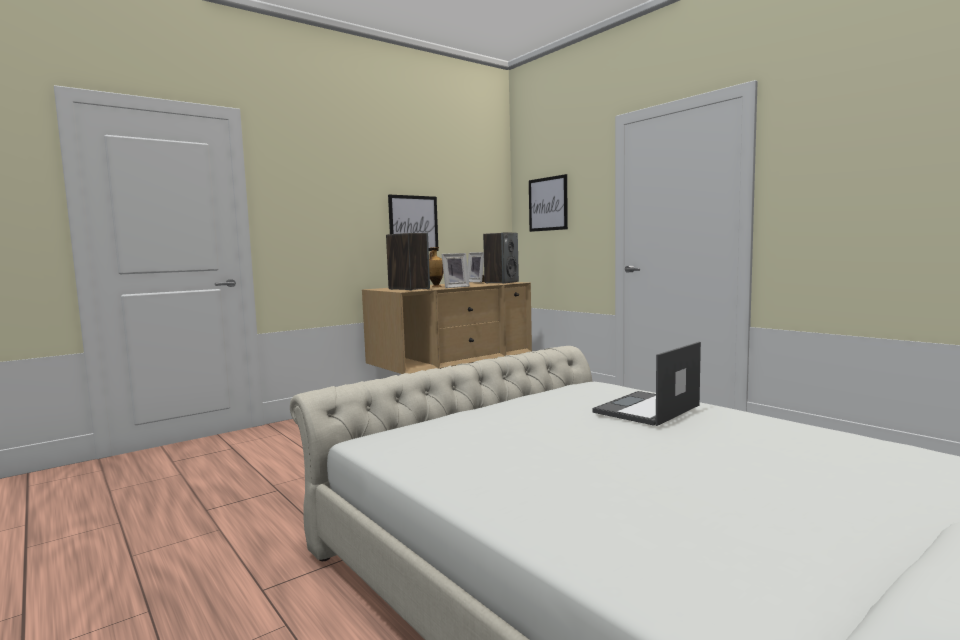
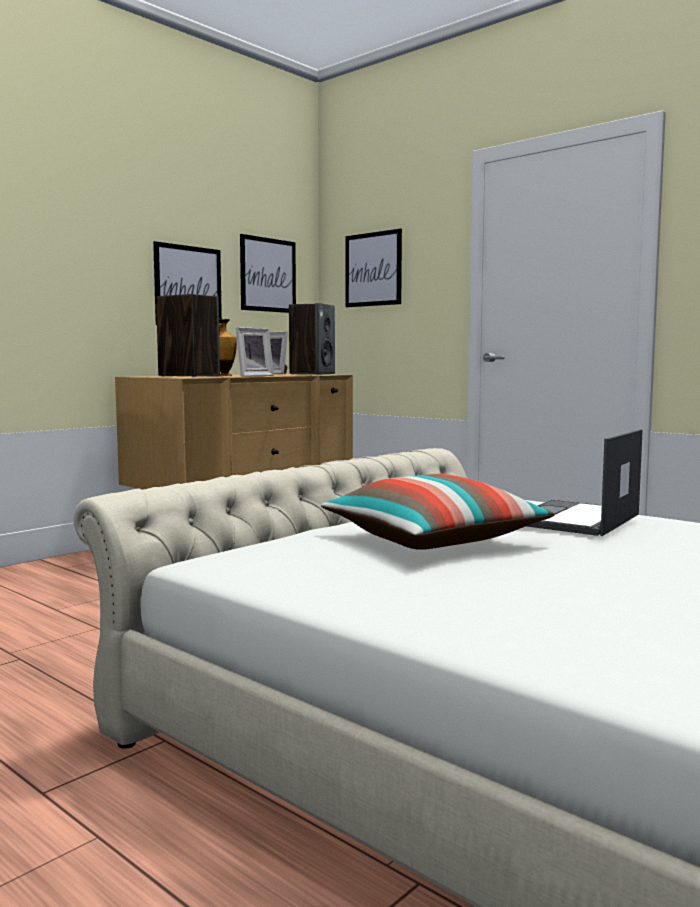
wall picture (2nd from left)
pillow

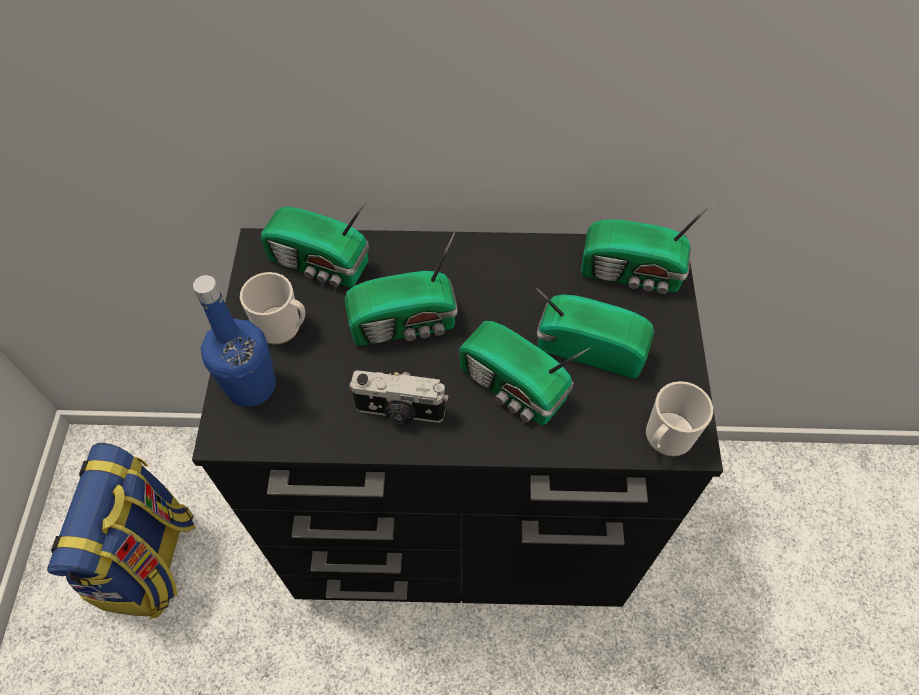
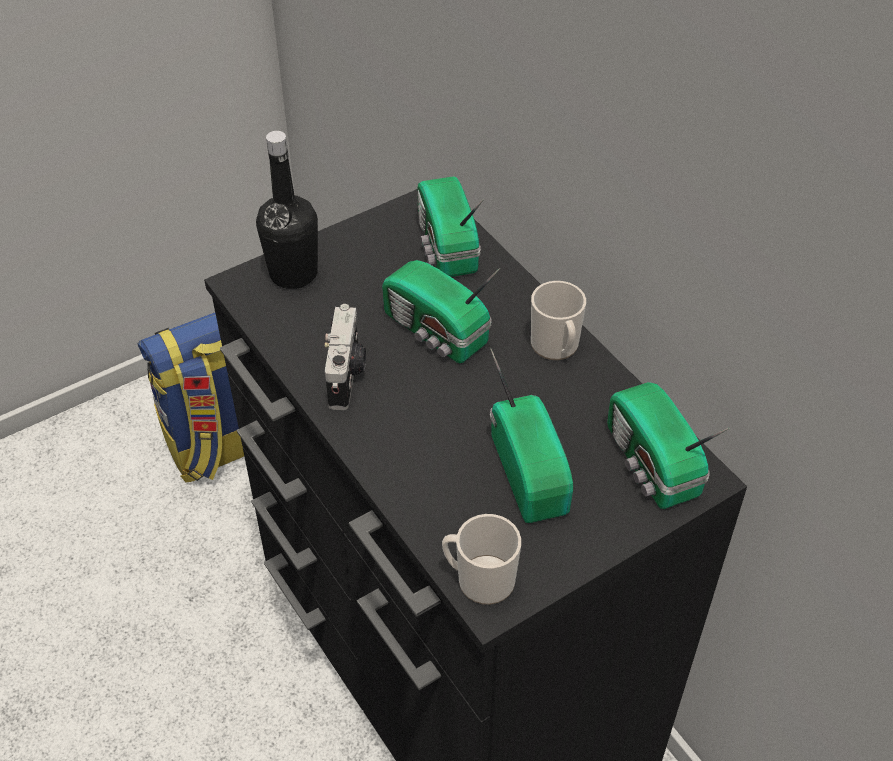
beverage bottle in black
coffee mug (2nd from left)
still camera
radio receiver (3rd from left in the first image)

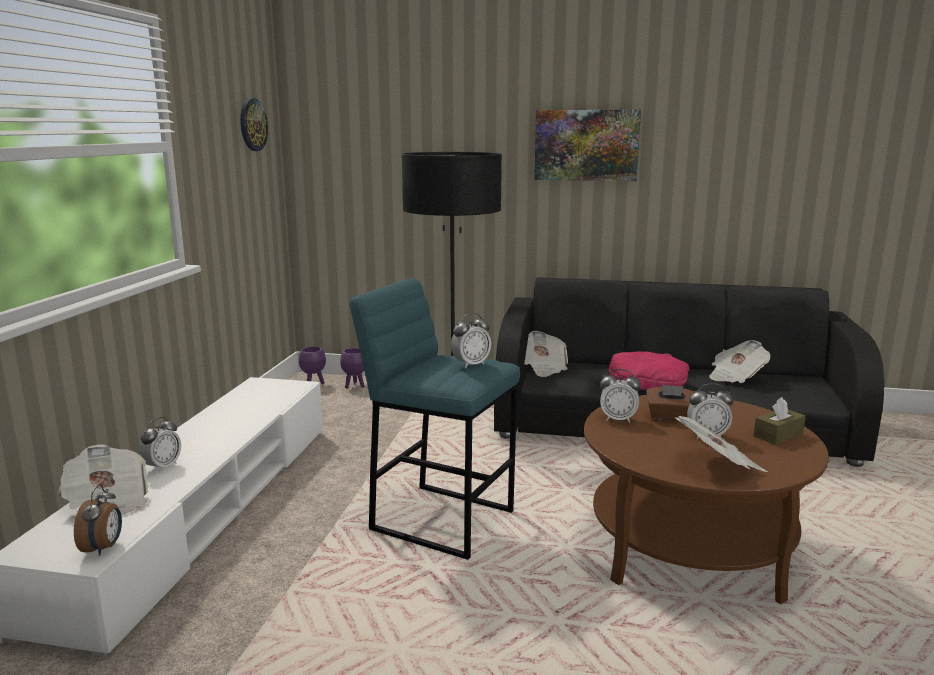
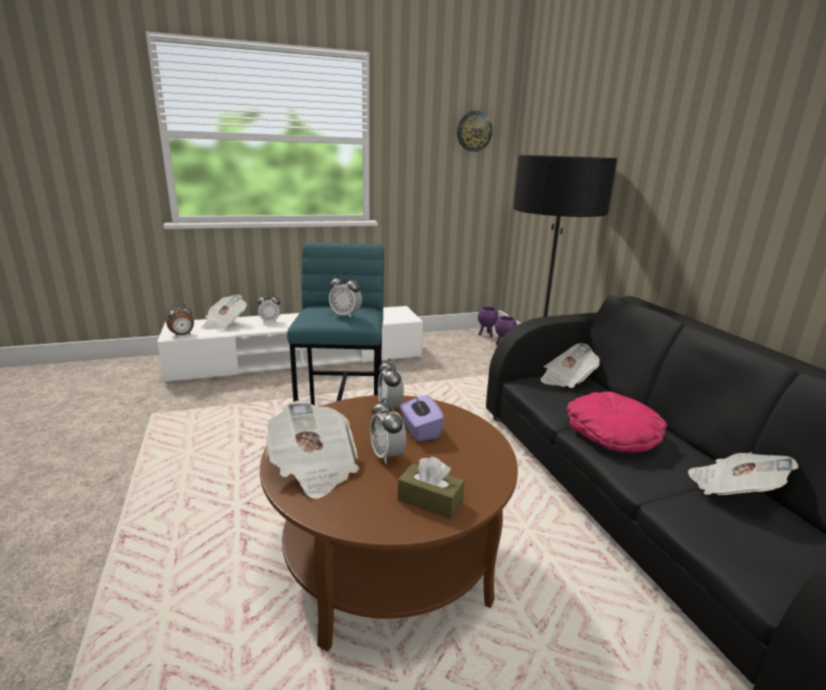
wall picture
box of tissues in purple

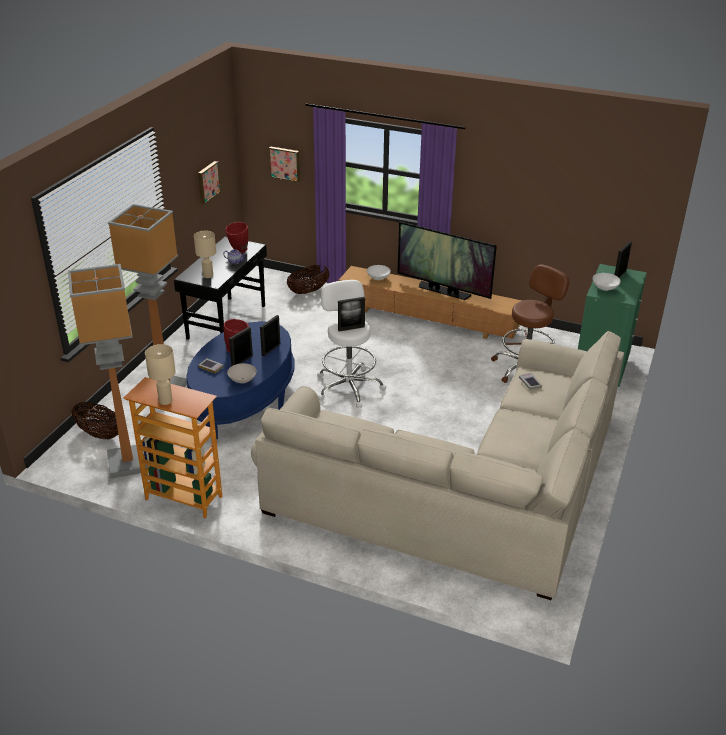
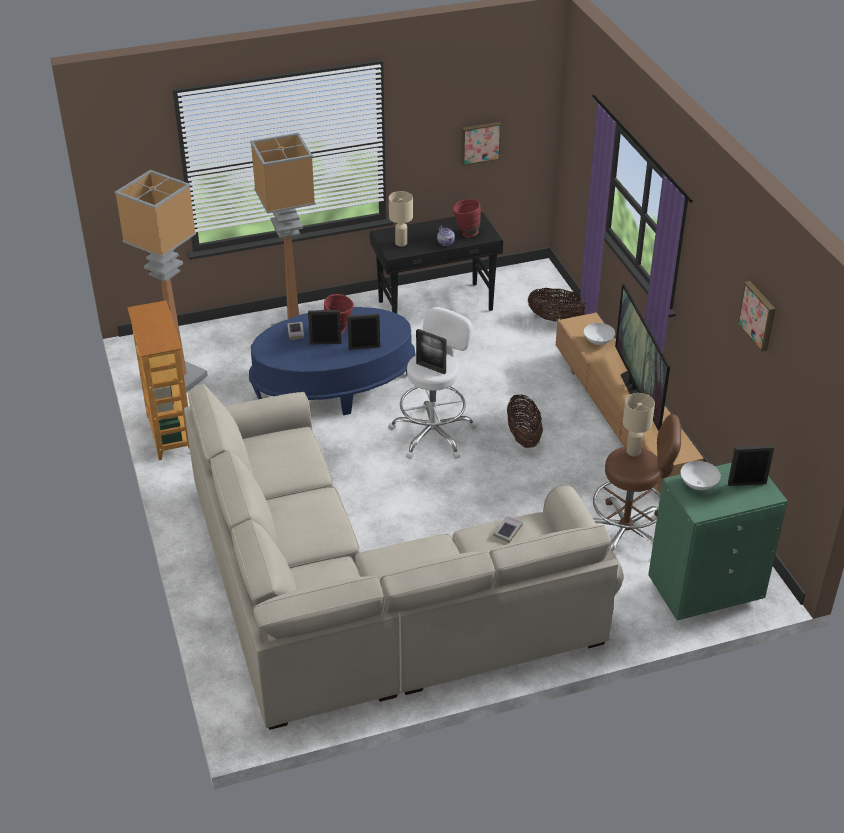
storage basket (1st from left)
table lamp in sand-coloured (2nd from left)
bowl in whitish (1st from left in the first image)
wall picture (2nd from left)

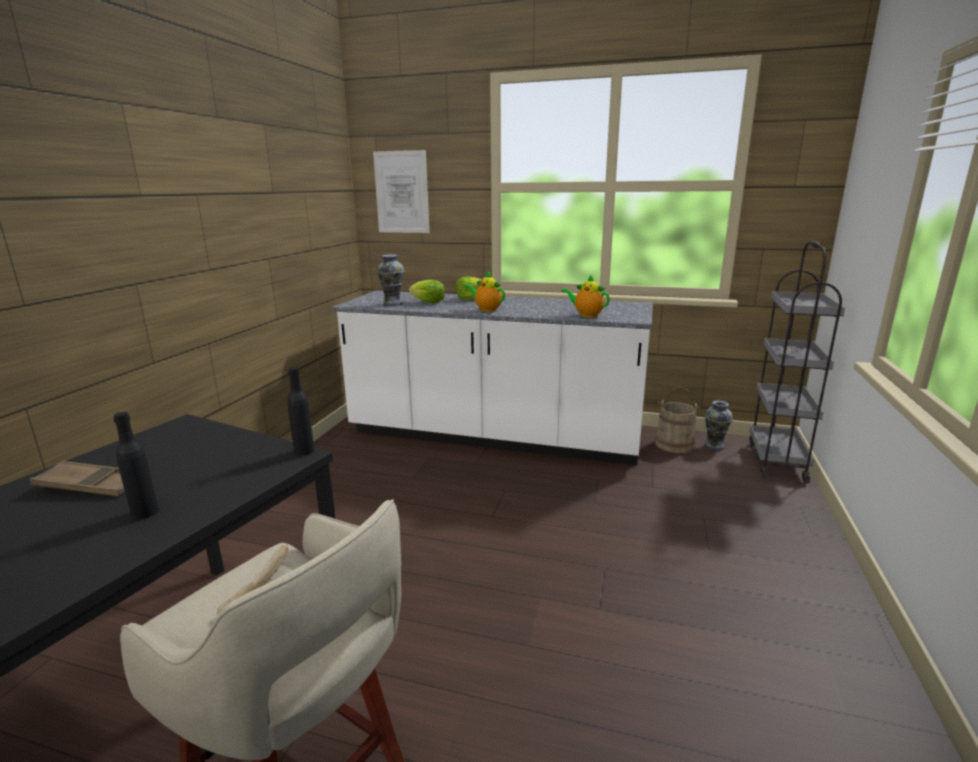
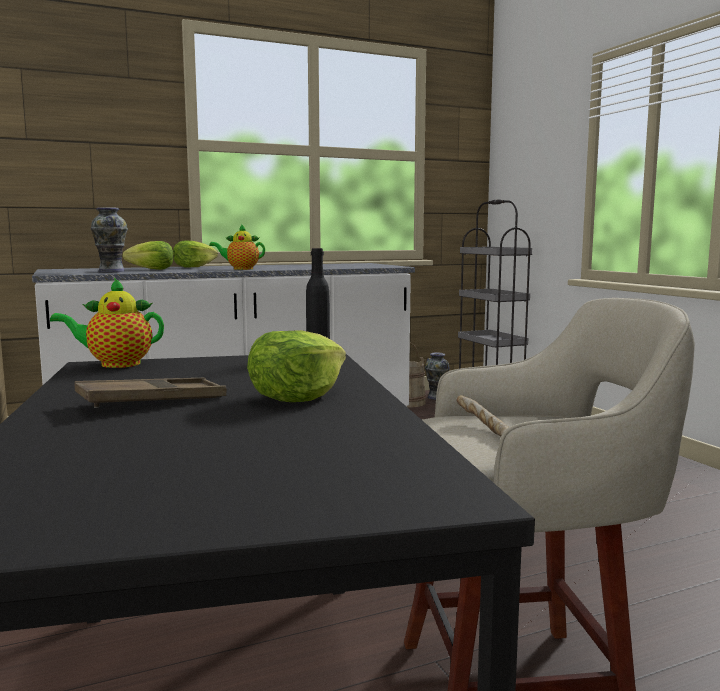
lettuce (3rd from left)
wall picture
tea pot (1st from left)

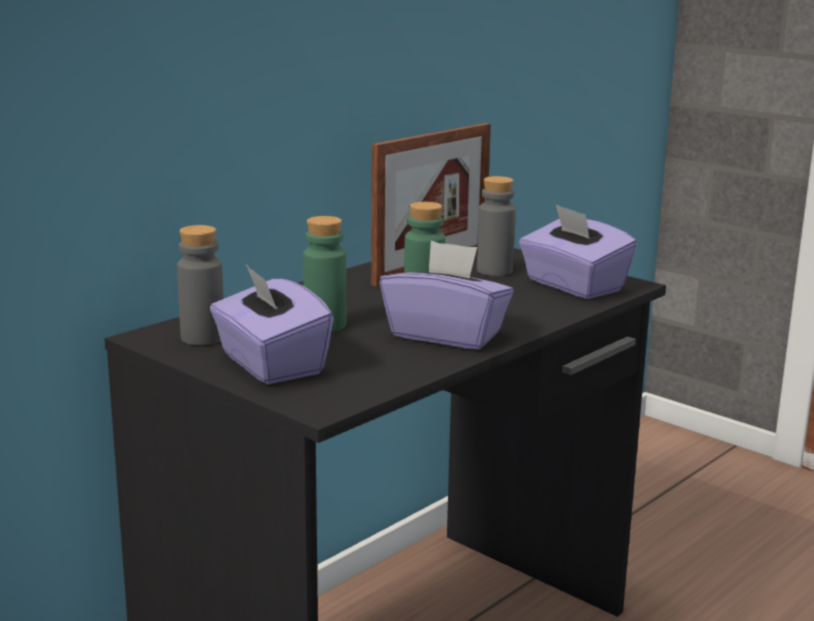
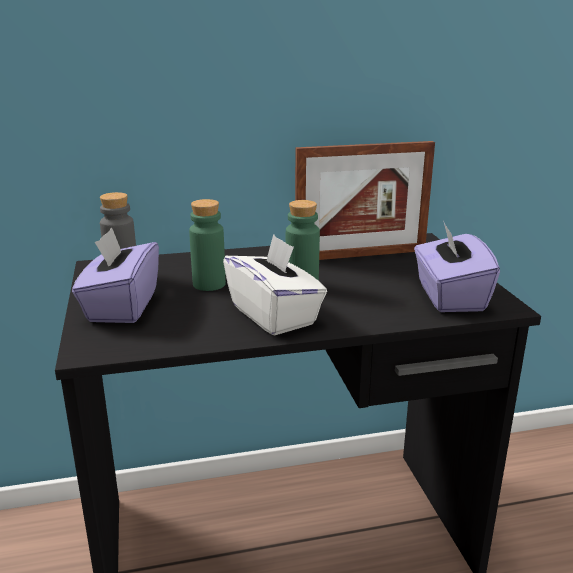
box of tissues in whitish
beverage bottle in grey (2nd from left in the first image)

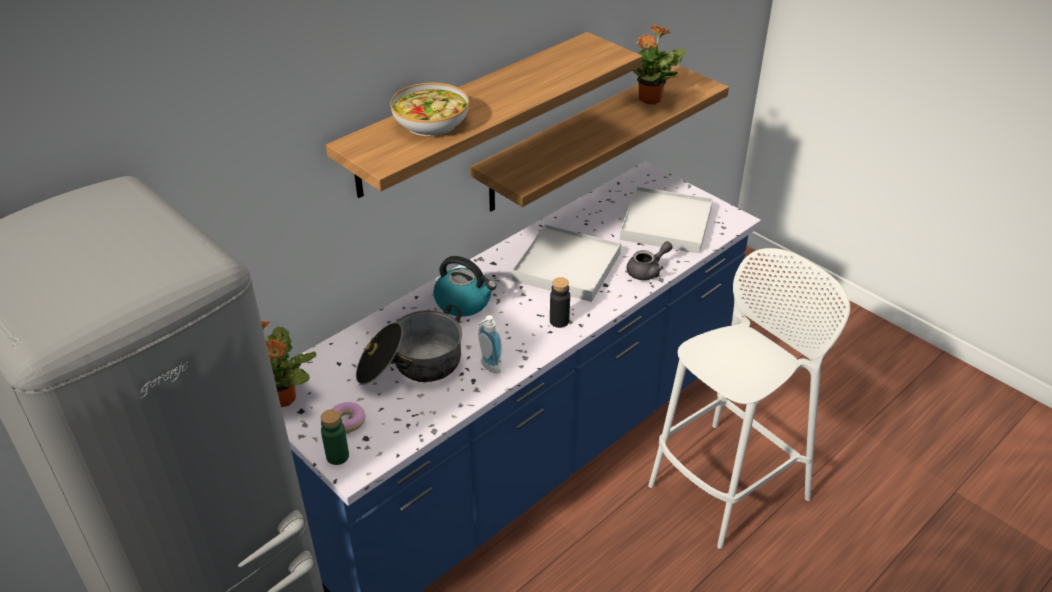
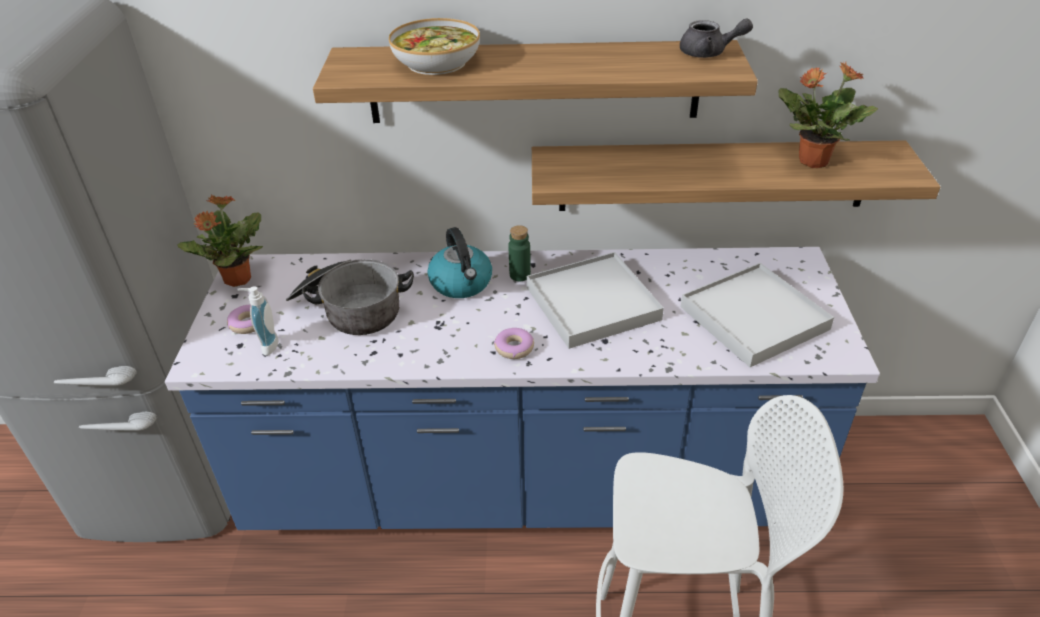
beverage bottle in greenish
liquid soap bottle
ring doughnut (2nd from left)
tea pot in grey

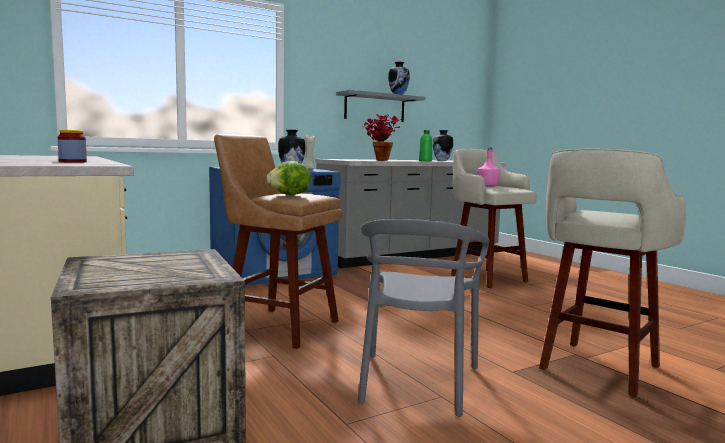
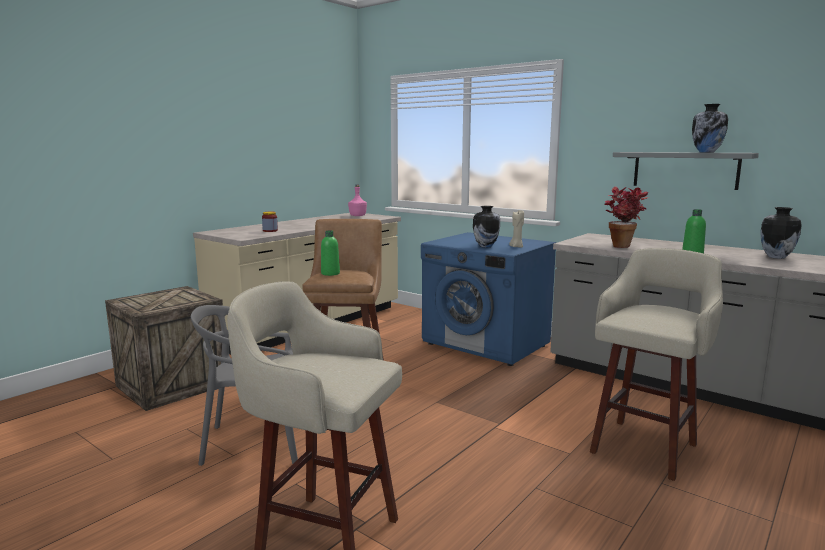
beverage bottle in greenish (1st from left)
beverage bottle in pink-coloured

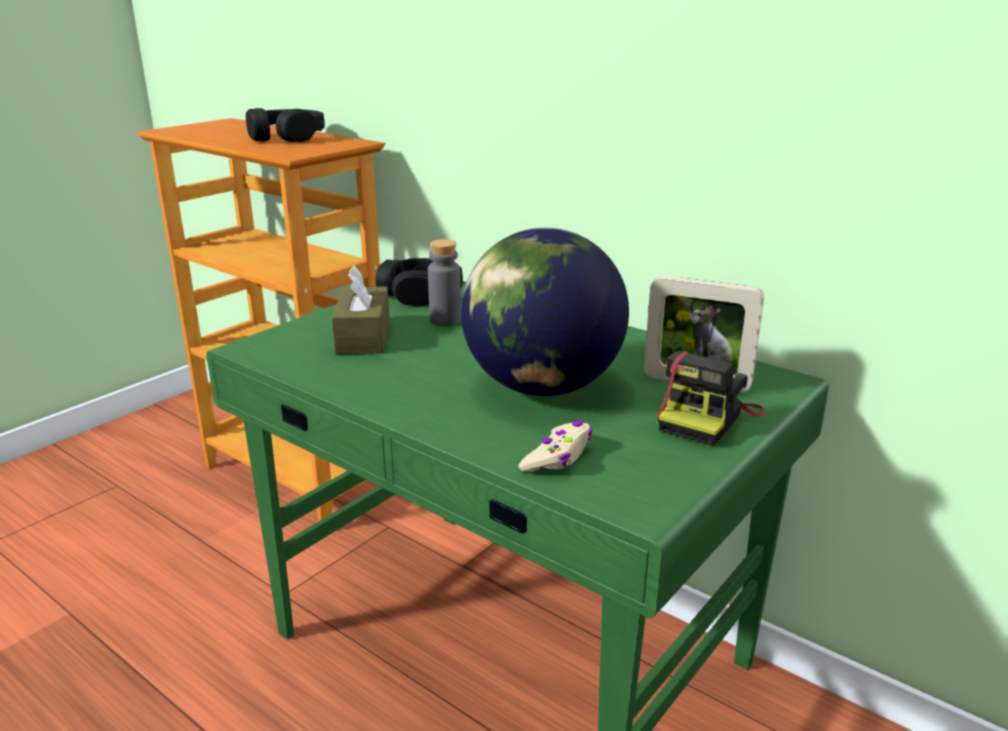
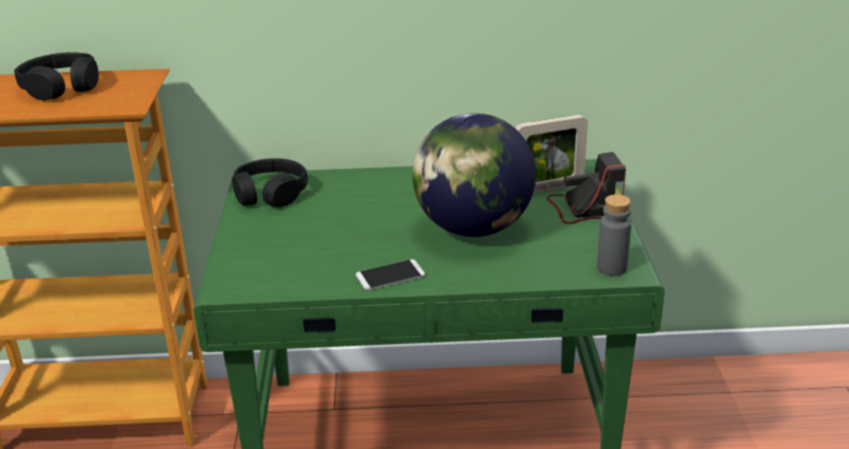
box of tissues in brown
beverage bottle in grey
game controller in sand-coloured
still camera
telephone

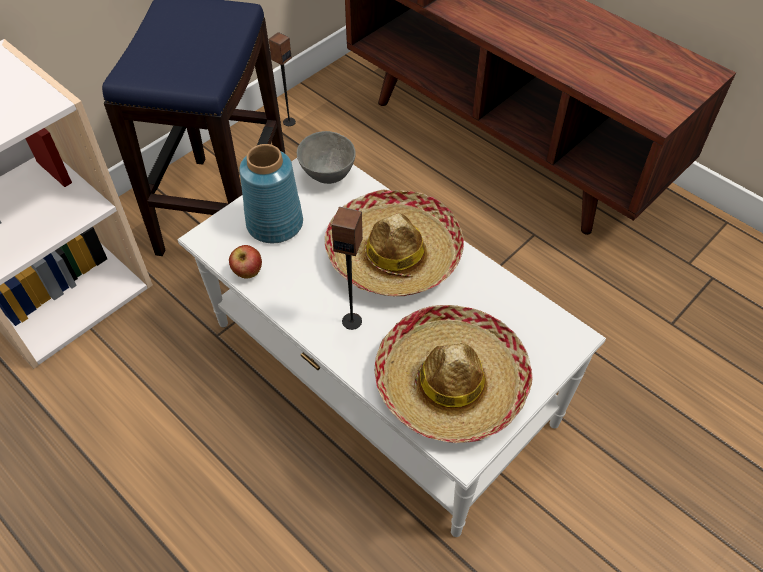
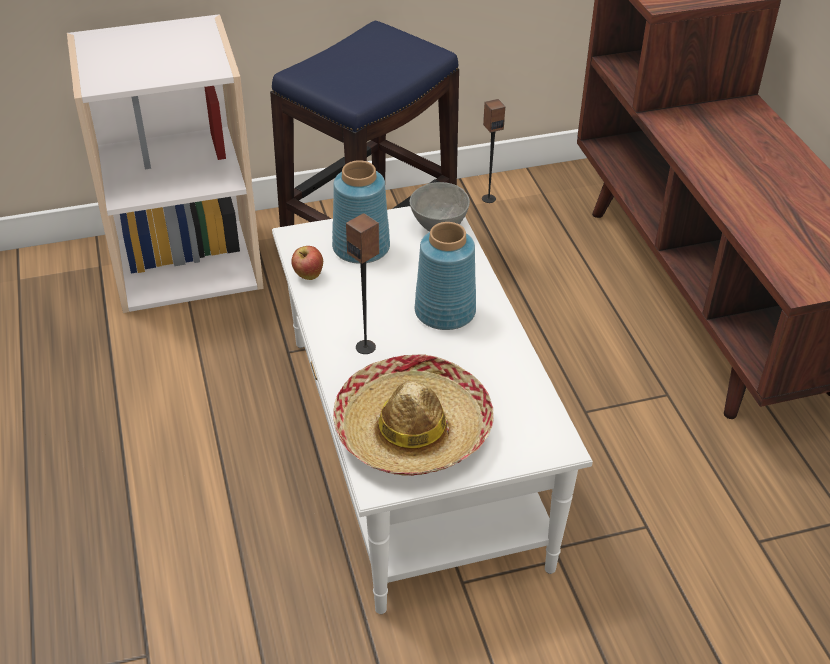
vase in blue-coloured (2nd from left)

